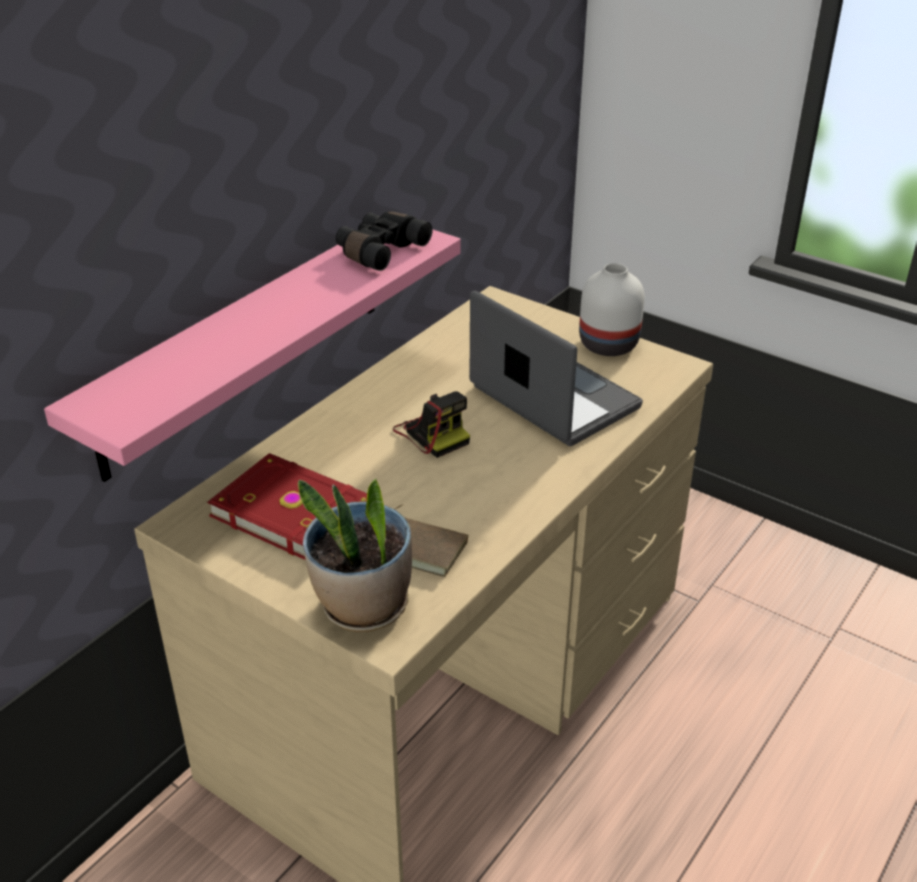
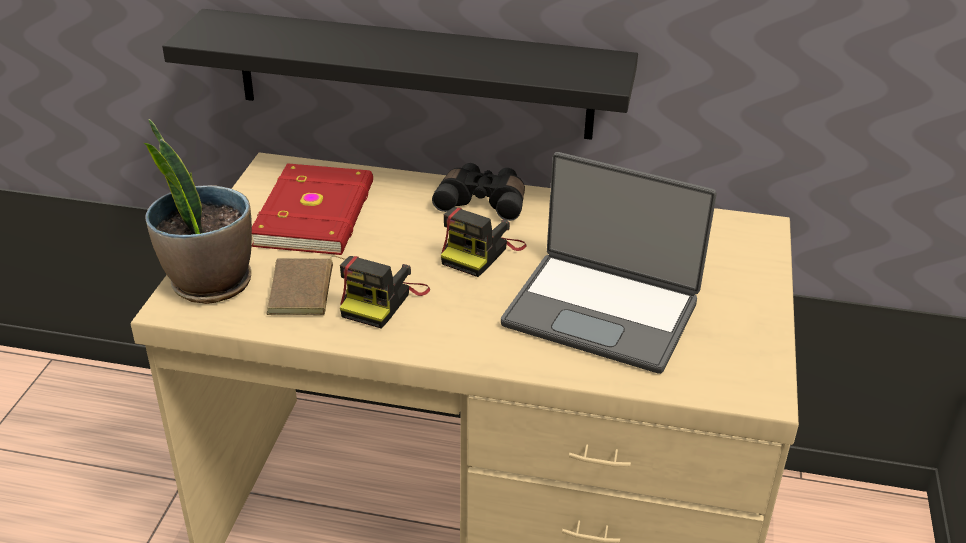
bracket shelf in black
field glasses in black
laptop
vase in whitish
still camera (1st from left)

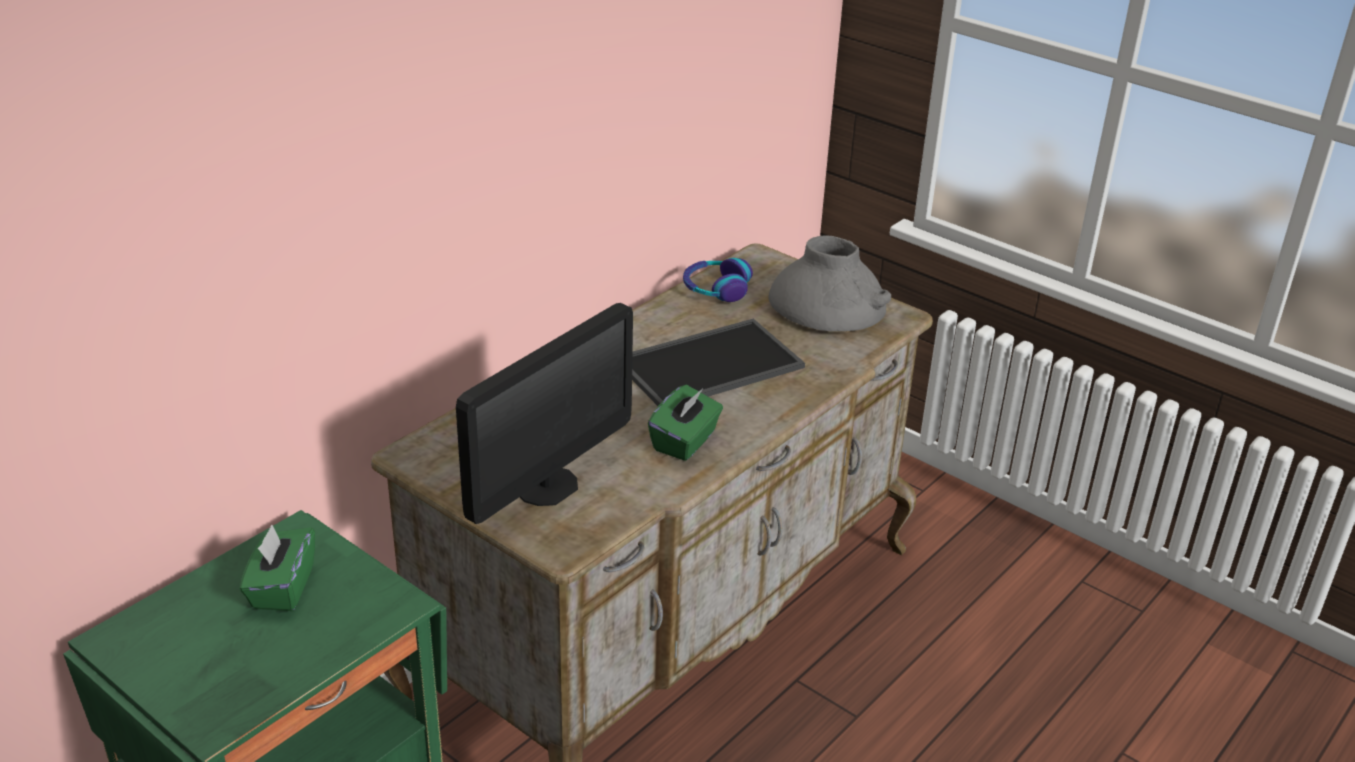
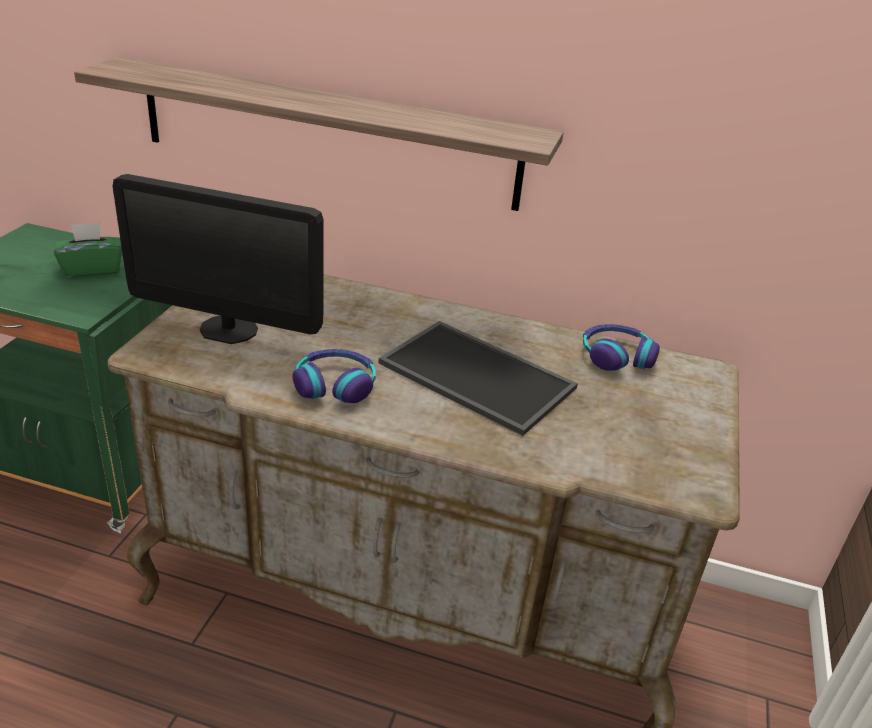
pair of headphones (1st from left)
vase in grey
bracket shelf

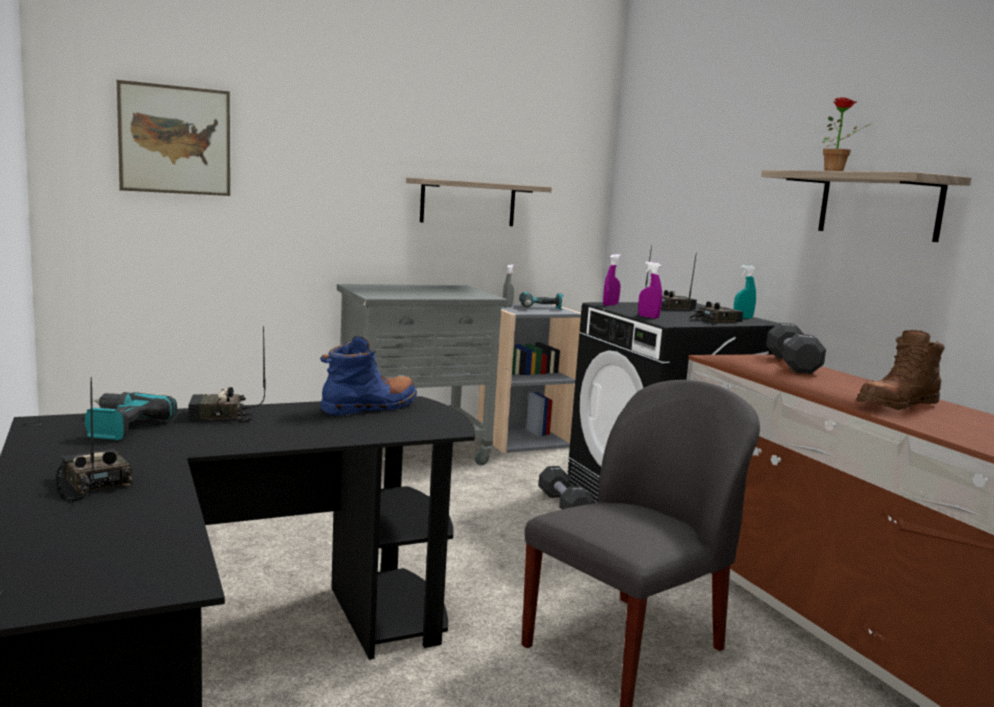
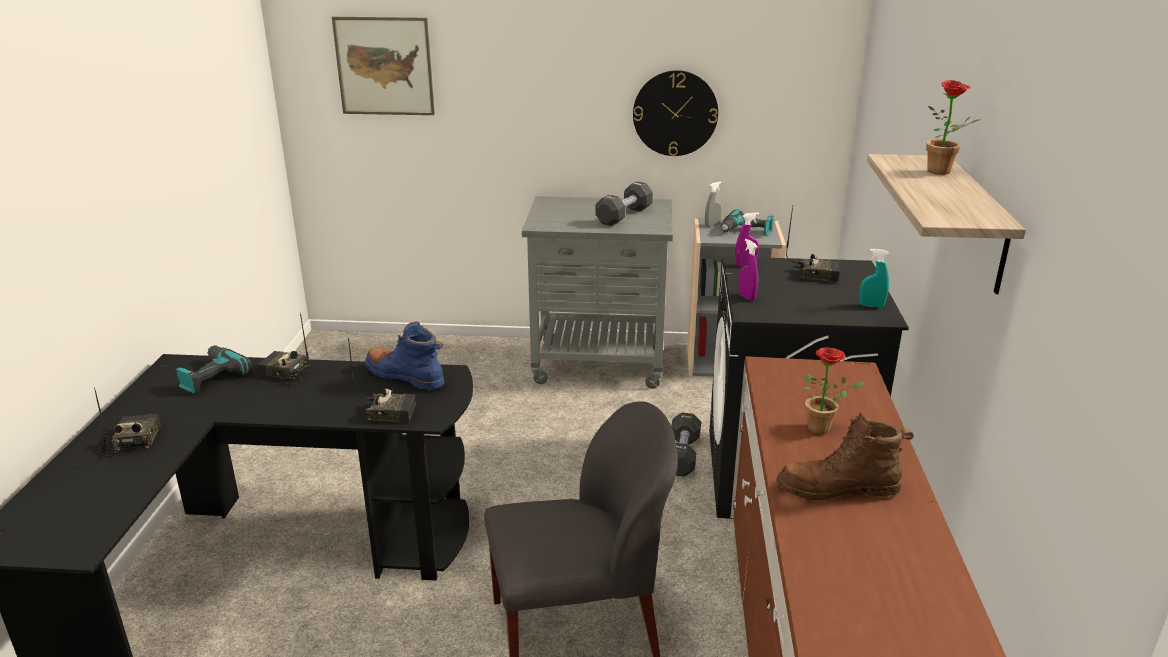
boot in blue-coloured
wall clock
radio receiver (3rd from left)
hand weight in black (1st from left)
plant in a pot (1st from left)

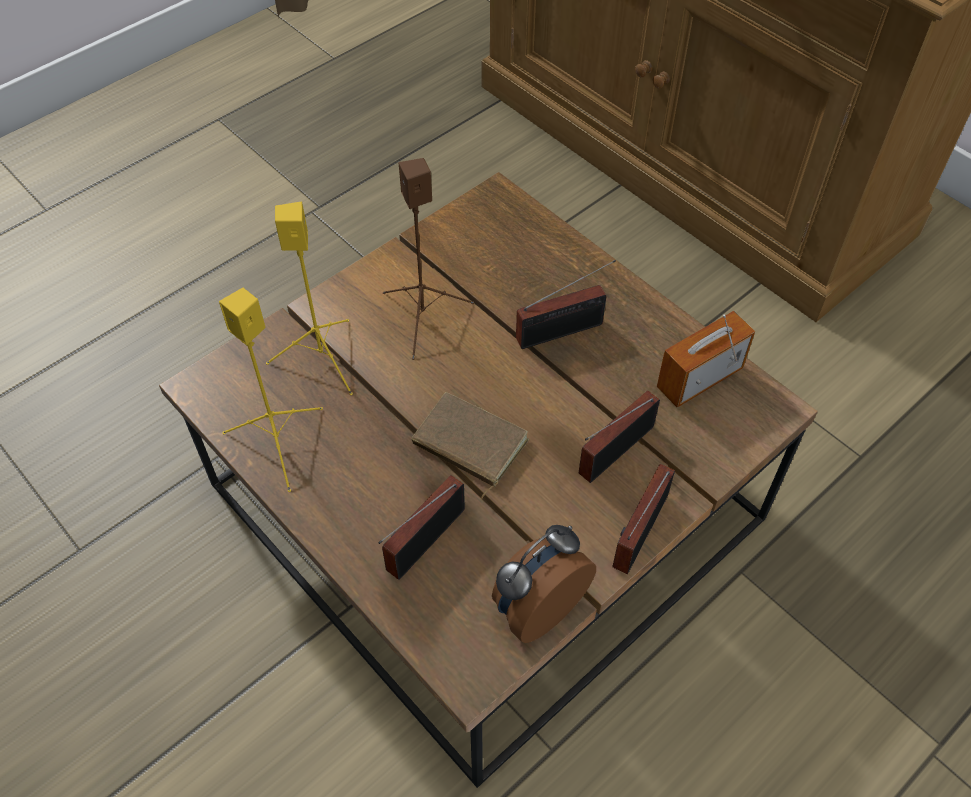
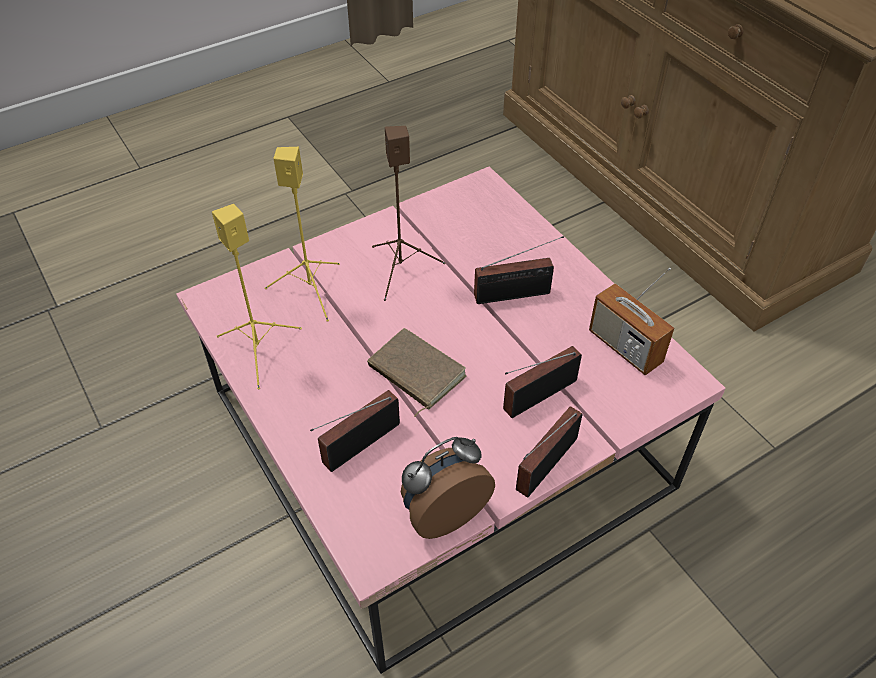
coffee table in pink-coloured
radio receiver (5th from left)

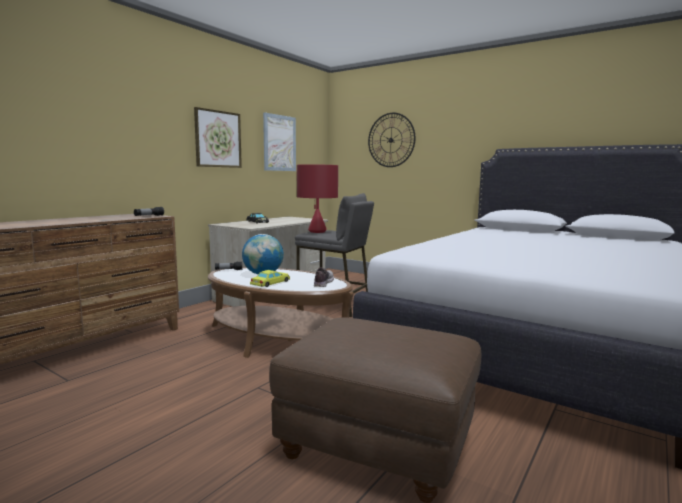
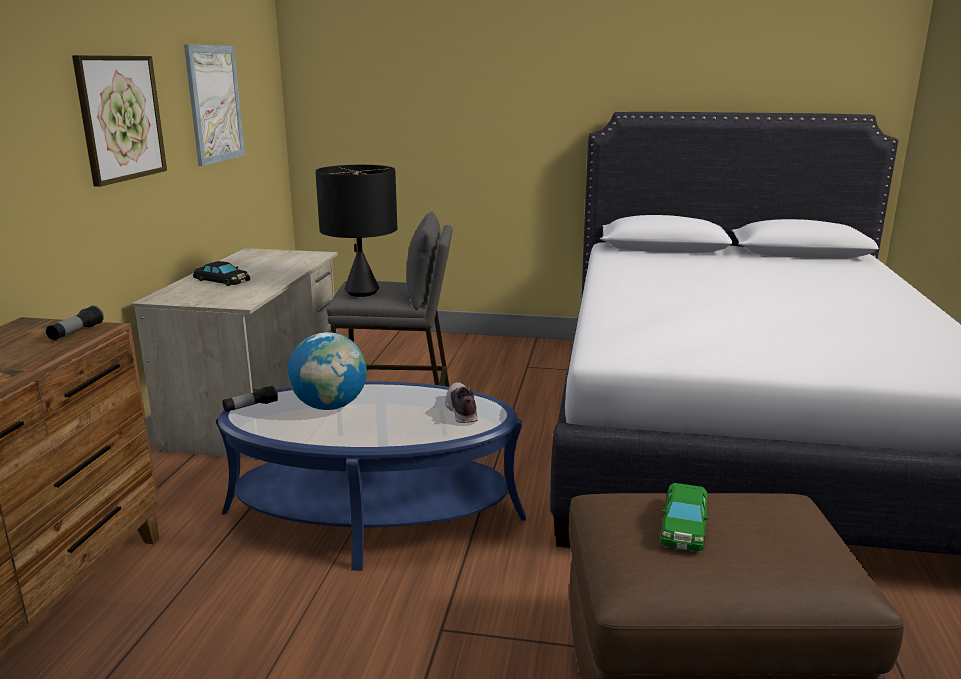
coffee table in blue-coloured
toy car in yellowish
table lamp in black
wall clock
toy car in greenish

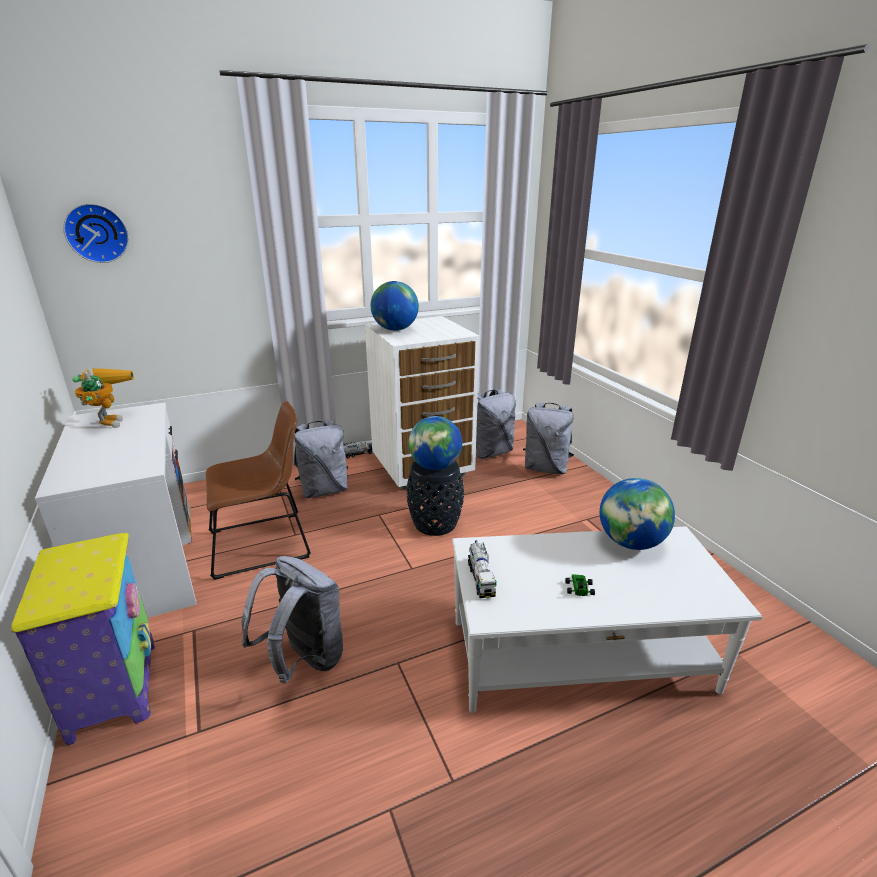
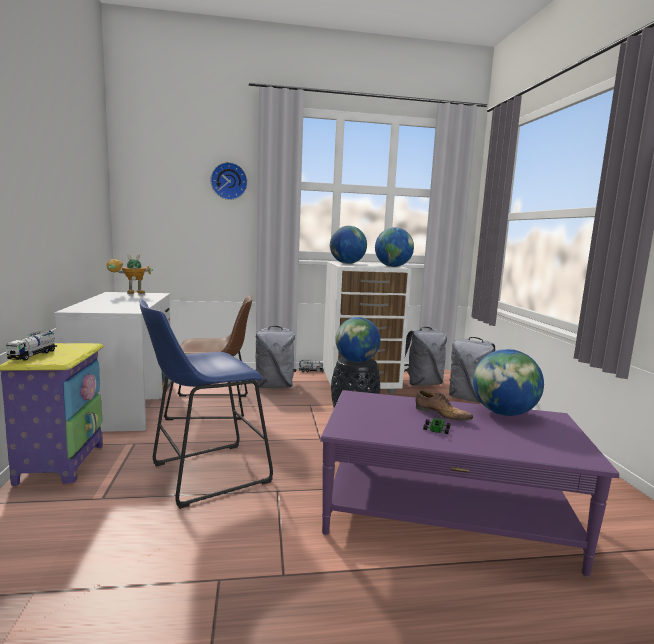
wall clock
model robot
stool in blue-coloured
coffee table in purple
toy truck (1st from left)
globe (3rd from left)
low shoe

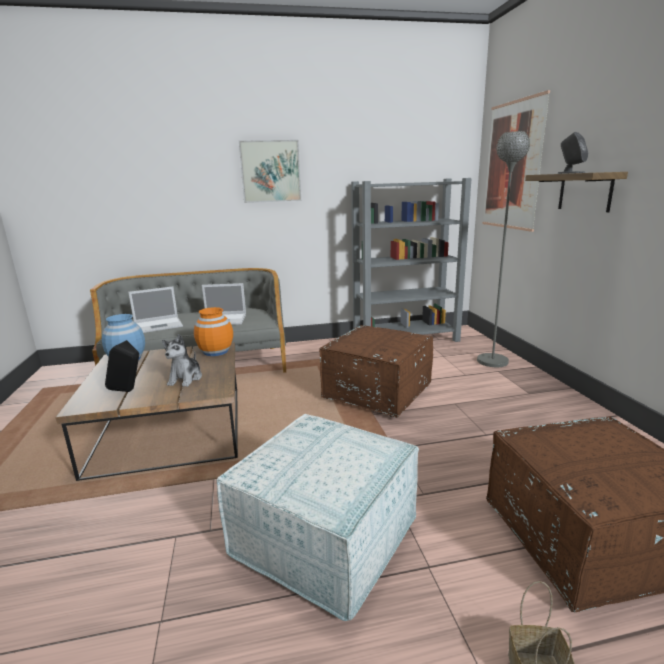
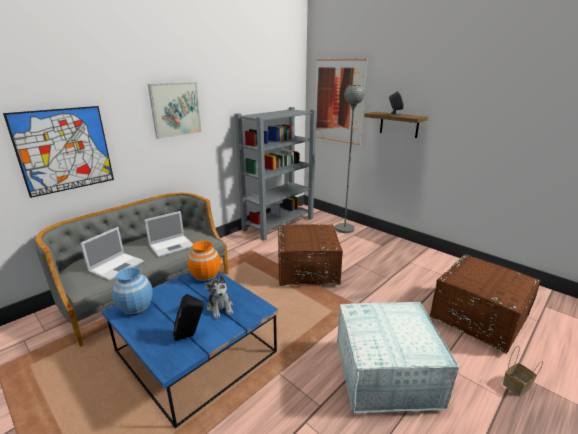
coffee table in blue-coloured
wall picture (1st from left)

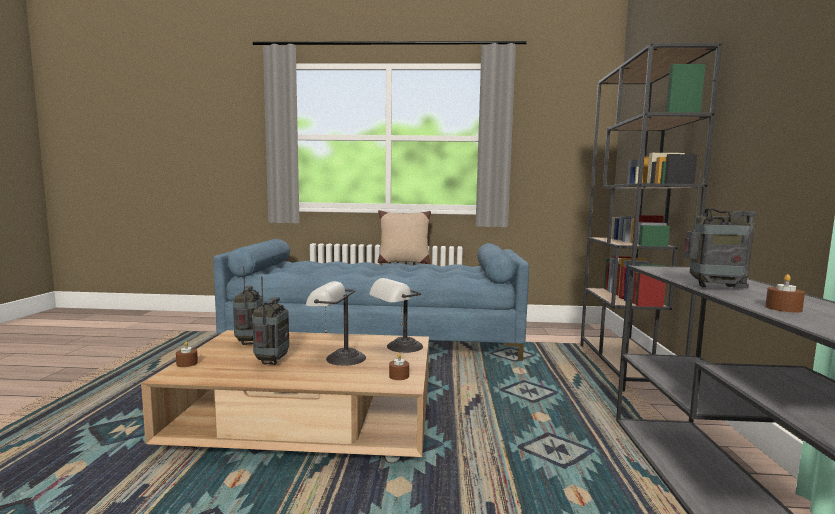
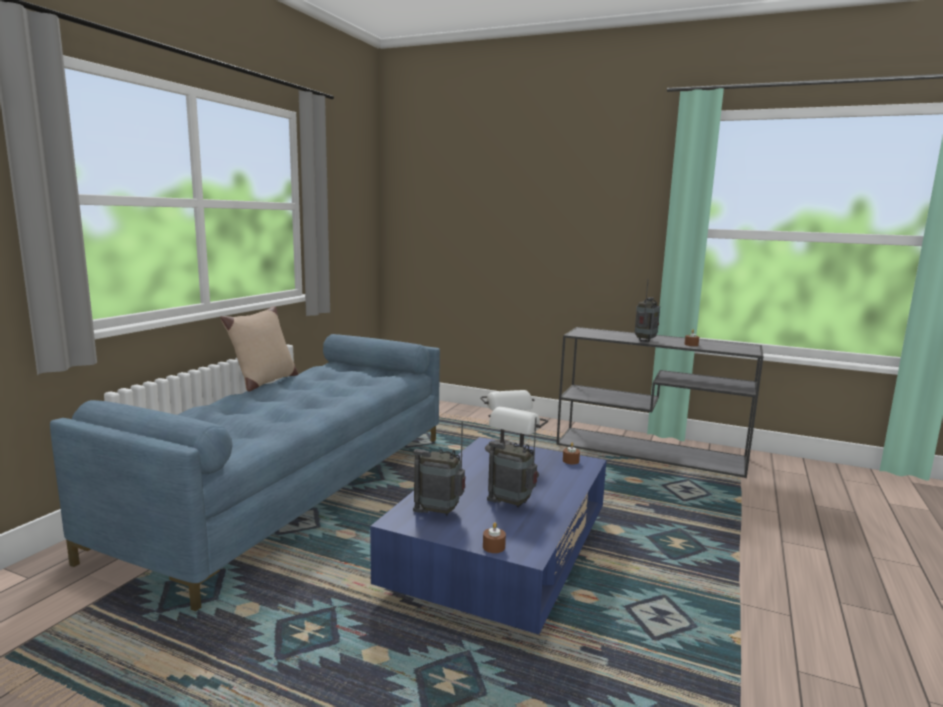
coffee table in blue-coloured
shelving unit

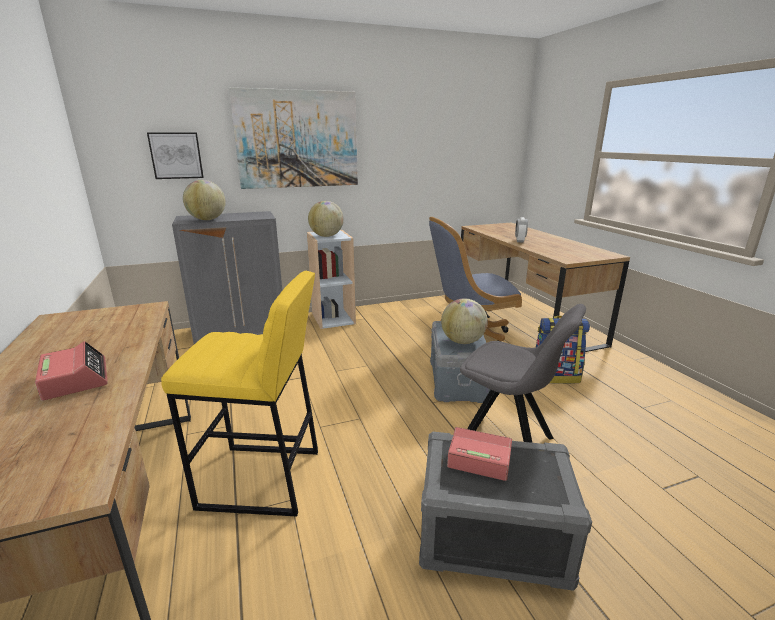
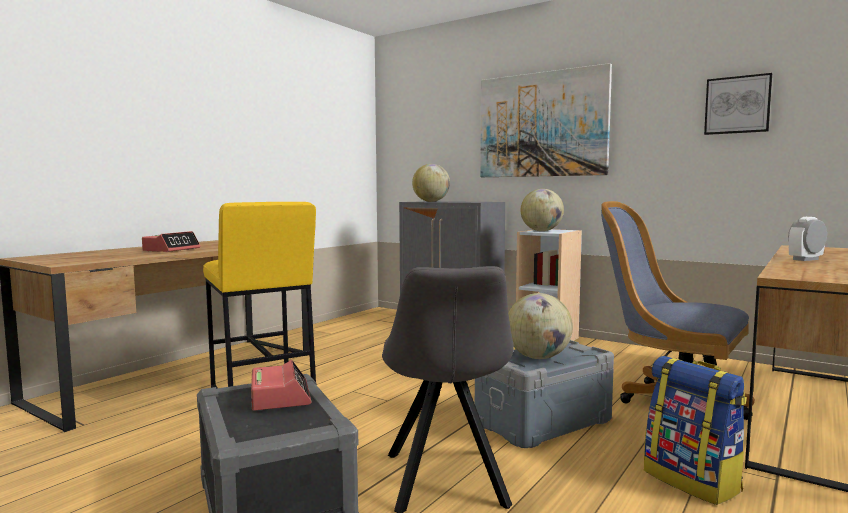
wall picture (2nd from left)

